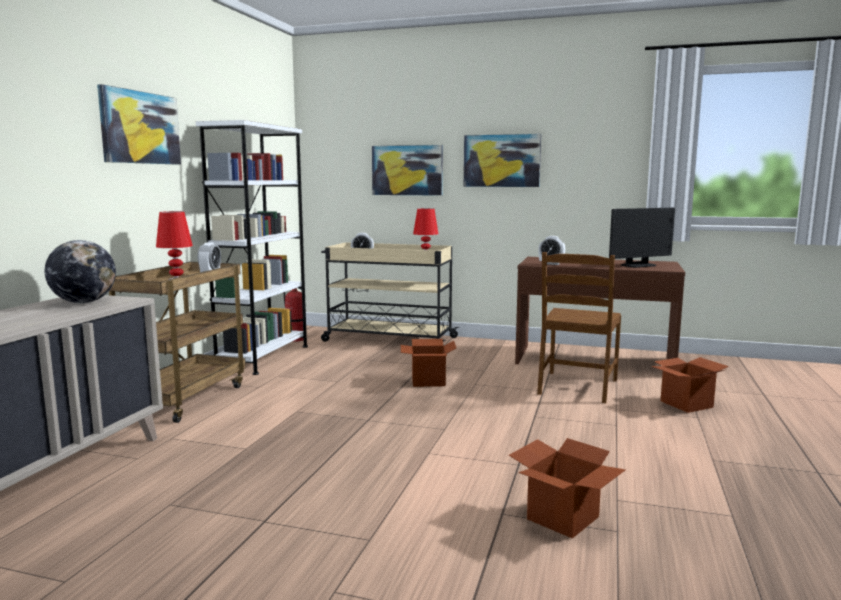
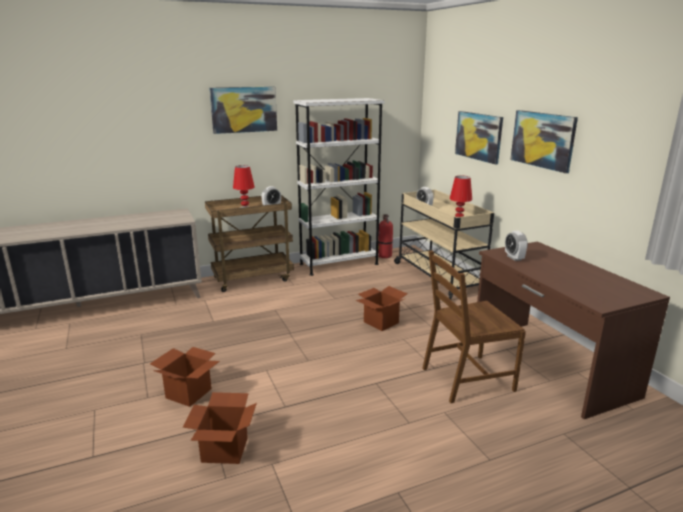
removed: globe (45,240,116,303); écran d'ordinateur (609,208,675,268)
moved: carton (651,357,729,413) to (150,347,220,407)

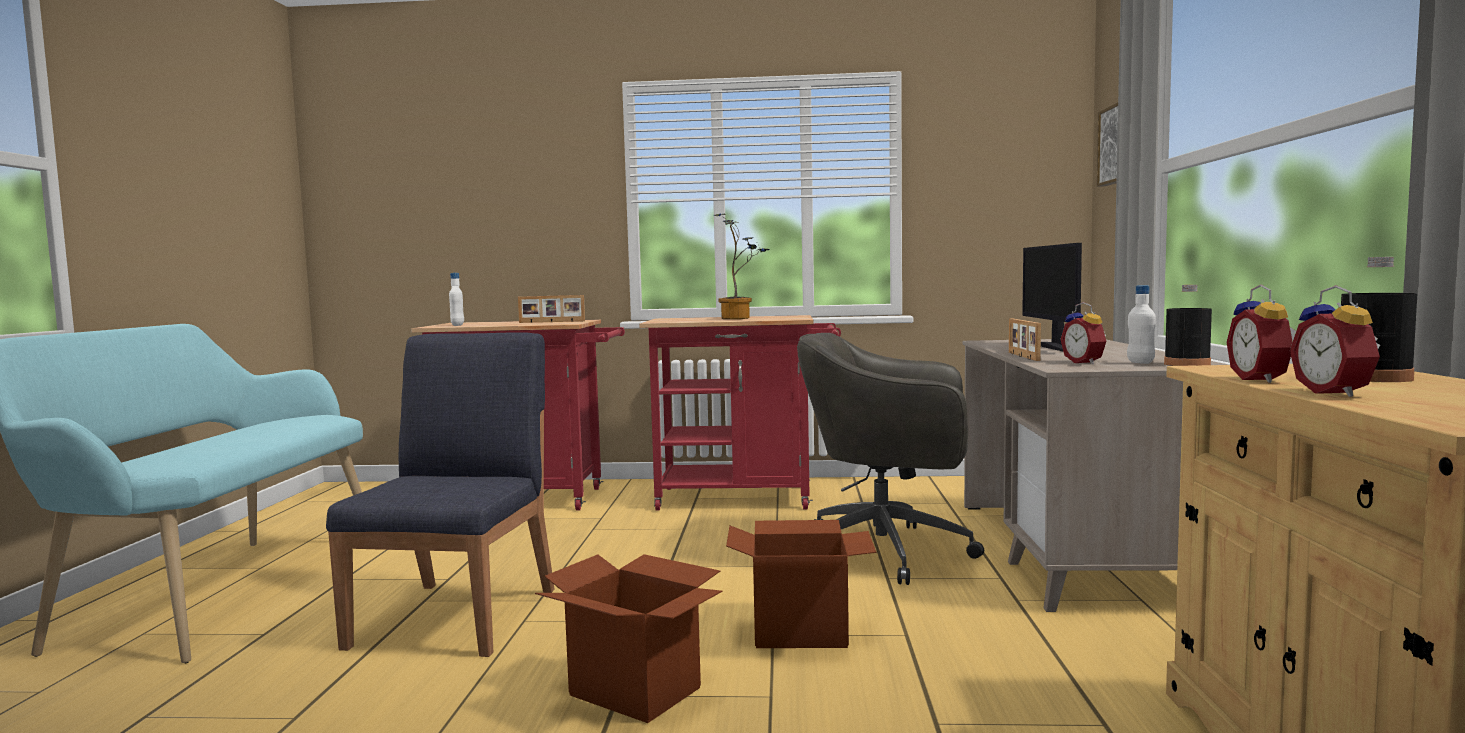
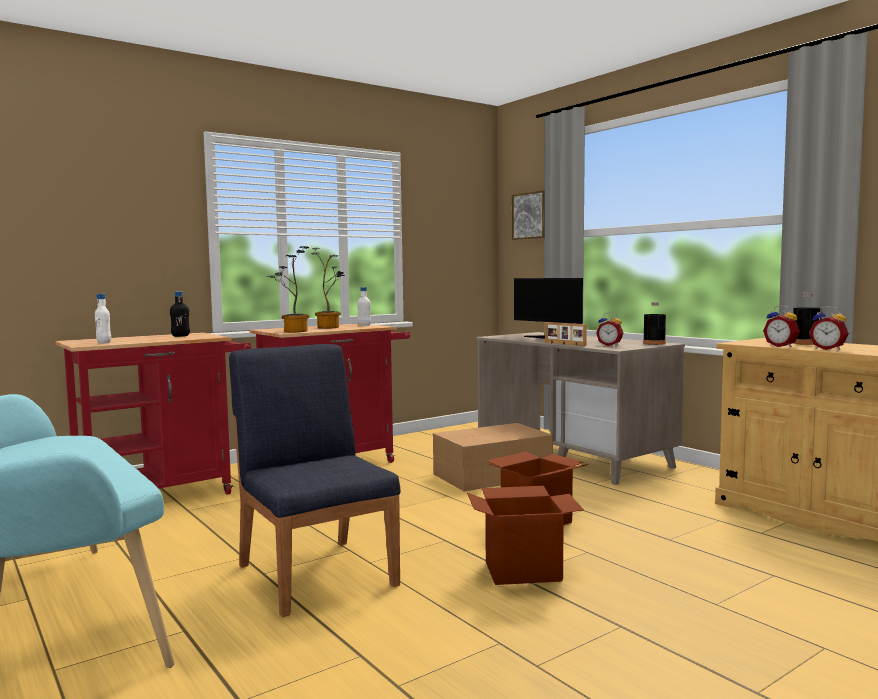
added: plante en pot (266,246,309,332)
moved: bouteille (blanc) (1127,285,1156,364) to (357,287,371,326)
replaced: cadre photo (518,295,585,323) to bouteille (noir) (170,291,190,337); chaise de bureau (gris) (797,333,984,585) to carton (433,423,553,491)

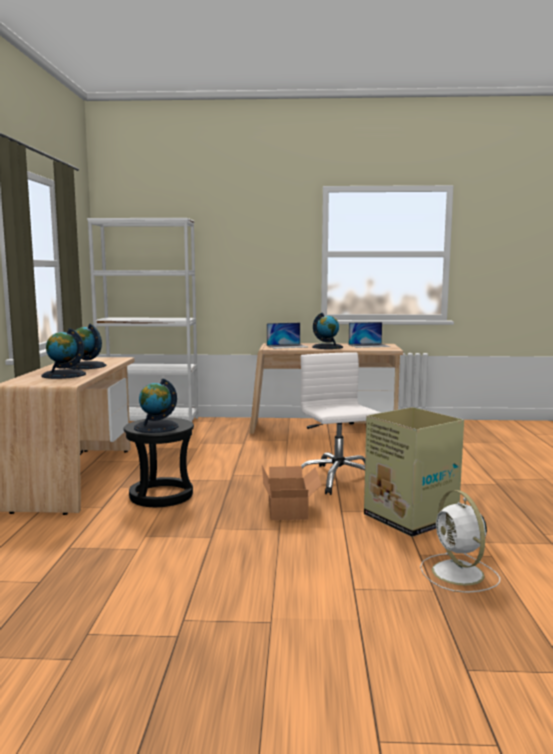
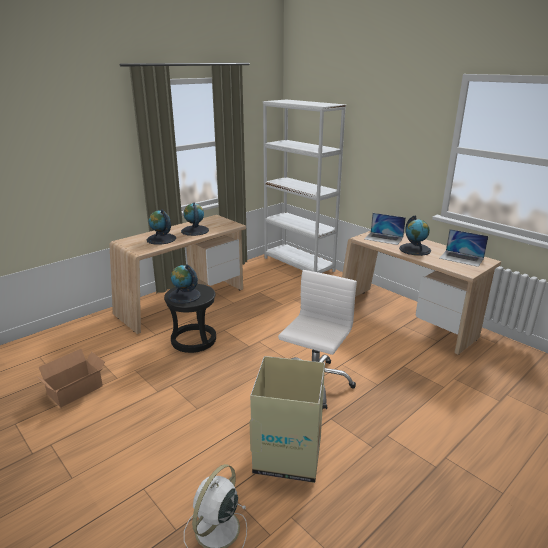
moved: carton (262,465,322,520) to (37,349,105,407)

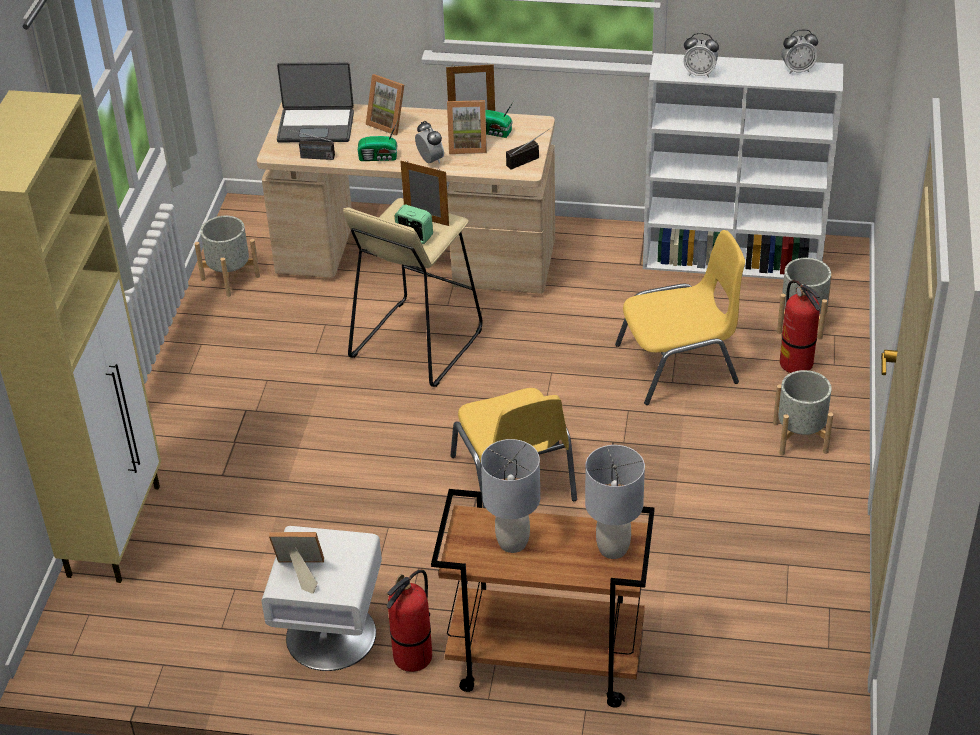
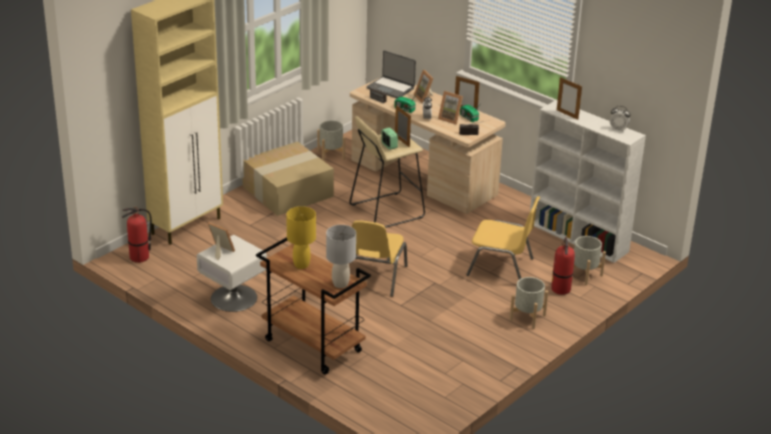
added: carton (242,142,334,216)
moved: extincteur (387,570,432,672) to (122,207,152,263)
replaced: réveil (683,33,719,78) to cadre photo (557,77,582,120)
recoloured: lampe de table (gris) (481,439,540,553) to lampe de table (jaune) (286,206,316,269)

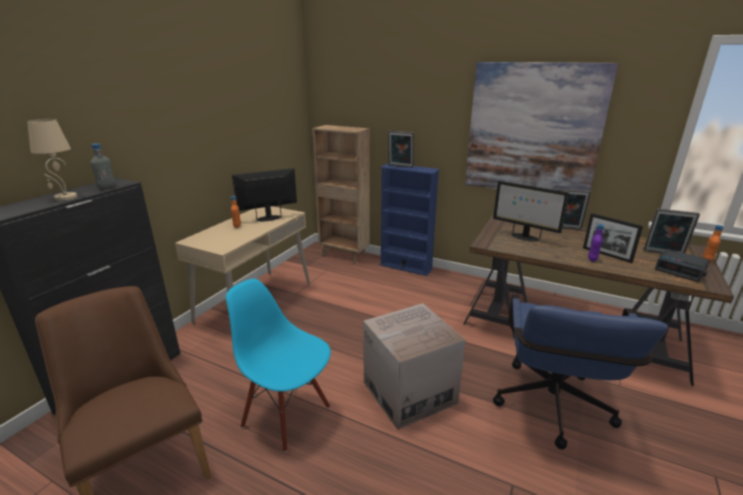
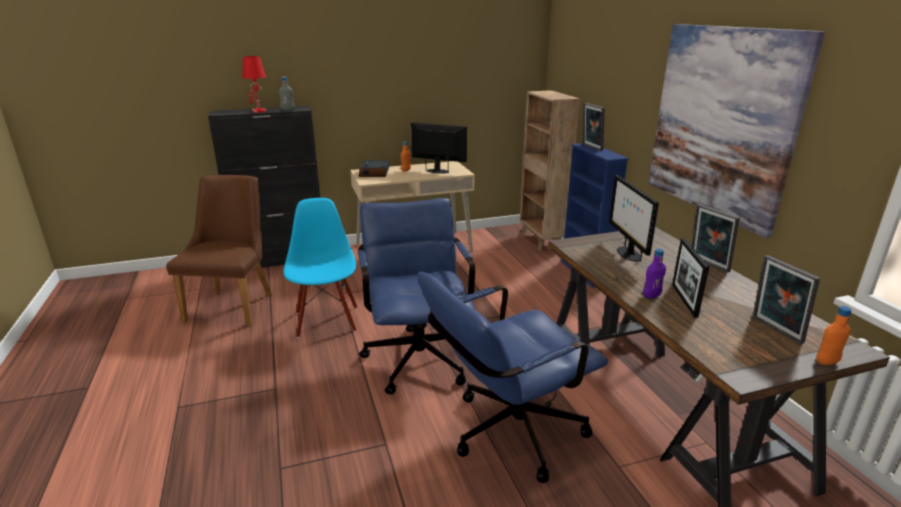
moved: réveil (655,249,710,282) to (359,161,389,177)
replaced: carton (363,303,465,430) to chaise de bureau (bleu) (358,198,475,394)
recoloured: lampe de table (beige) (27,119,77,201) to lampe de table (rouge) (242,56,266,113)

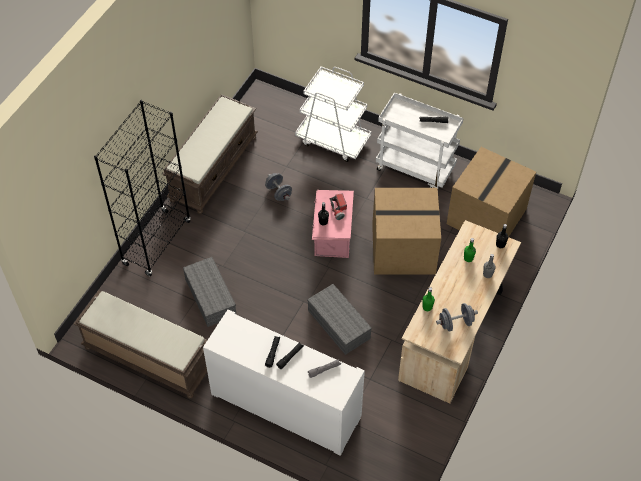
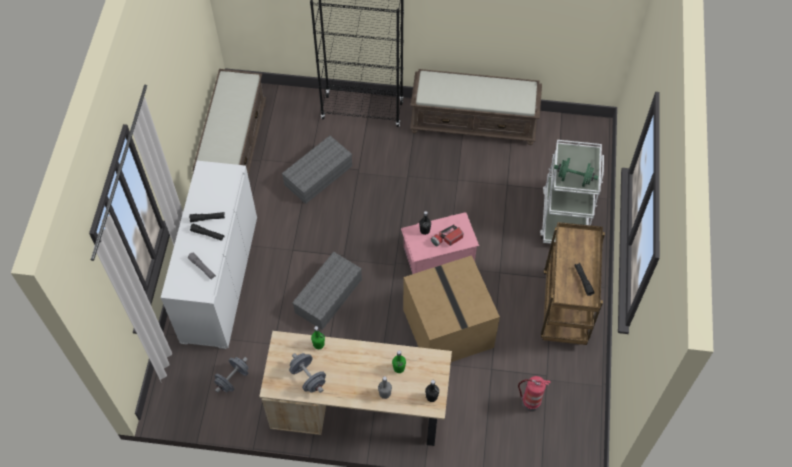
added: haltère (vert) (554,158,598,187)
moved: haltère (gris) (265,173,292,201) to (214,357,249,393)
replaced: carton (447,147,536,237) to extincteur (518,376,551,412)
recoloured: chariot (blanc) (376,92,464,188) to chariot (marron) (541,222,605,345)

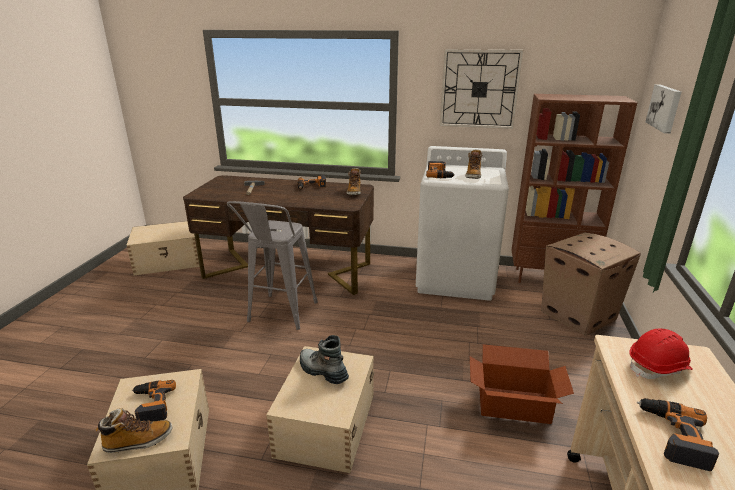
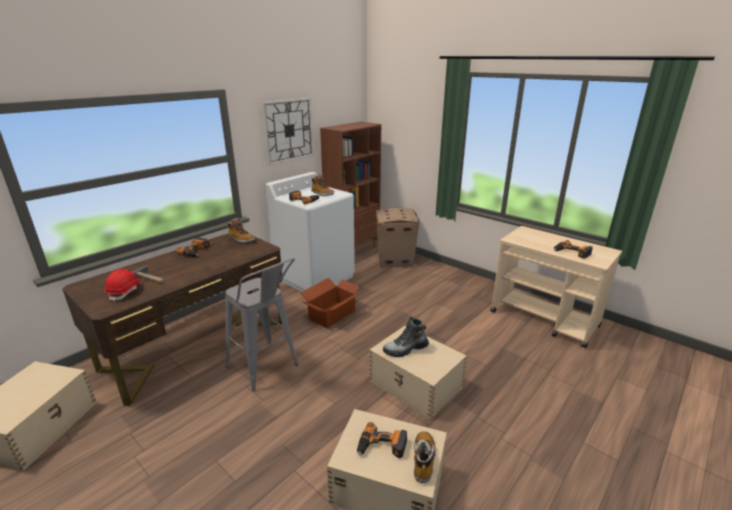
removed: tableau (645,84,681,134)
moved: casque de chantier (rouge) (629,329,692,379) to (105,269,142,302); carton (470,344,574,424) to (300,278,363,328)

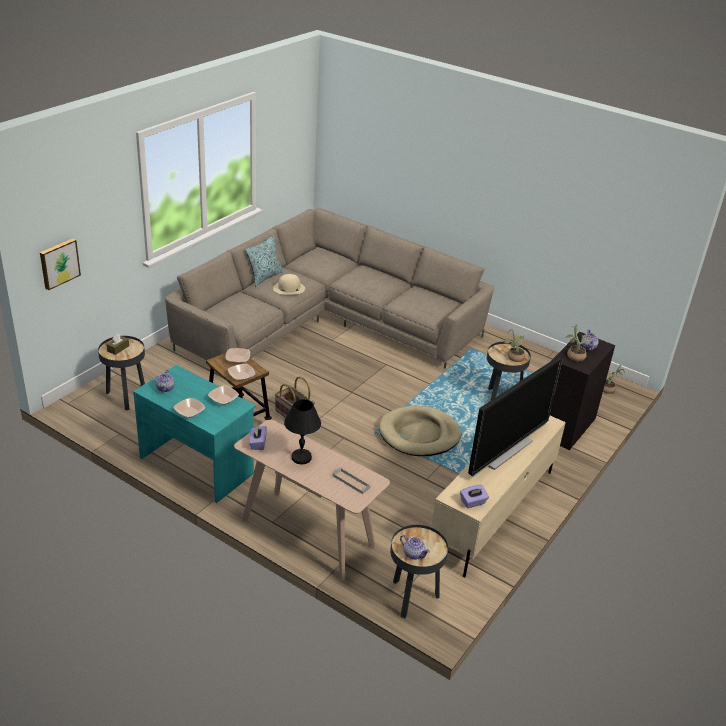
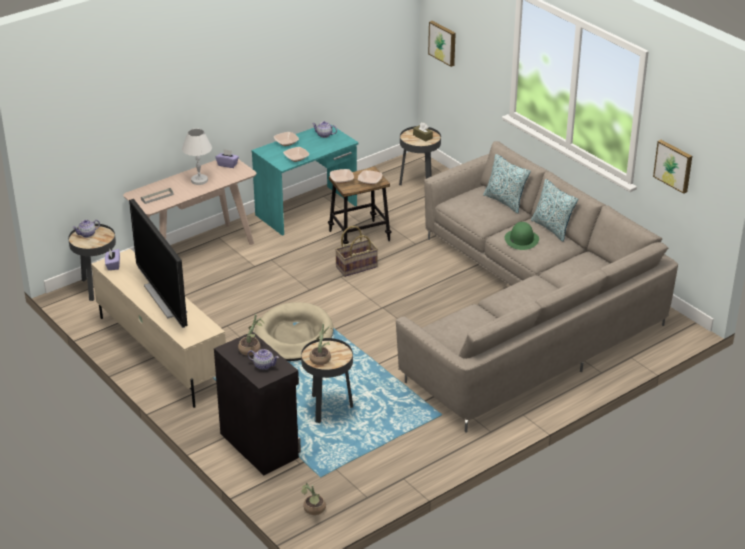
added: coussin (483,154,531,213); tableau (653,140,692,194)
recoloured: lampe de table (noir) (284,399,321,464) to lampe de table (blanc) (182,129,212,185); chapeau (beige) (273,274,305,295) to chapeau (vert) (505,222,539,250)

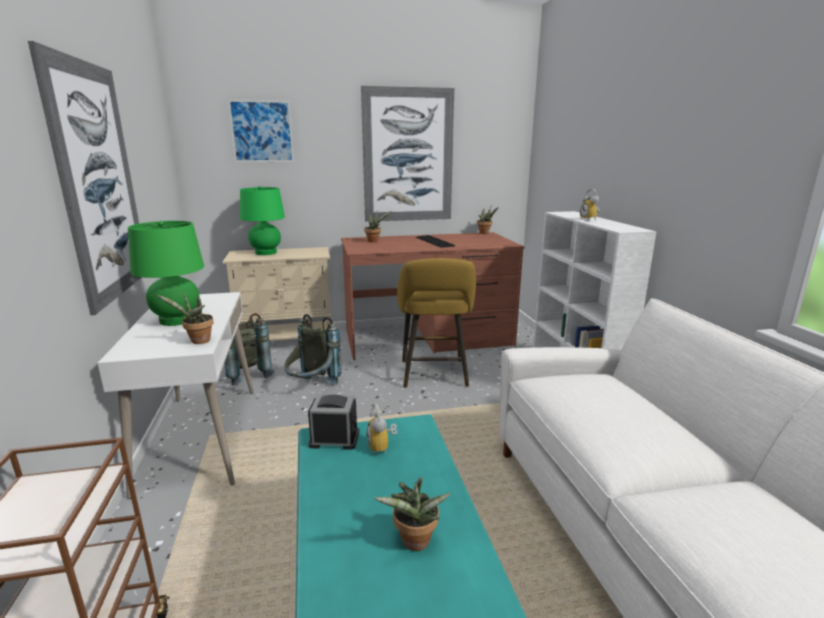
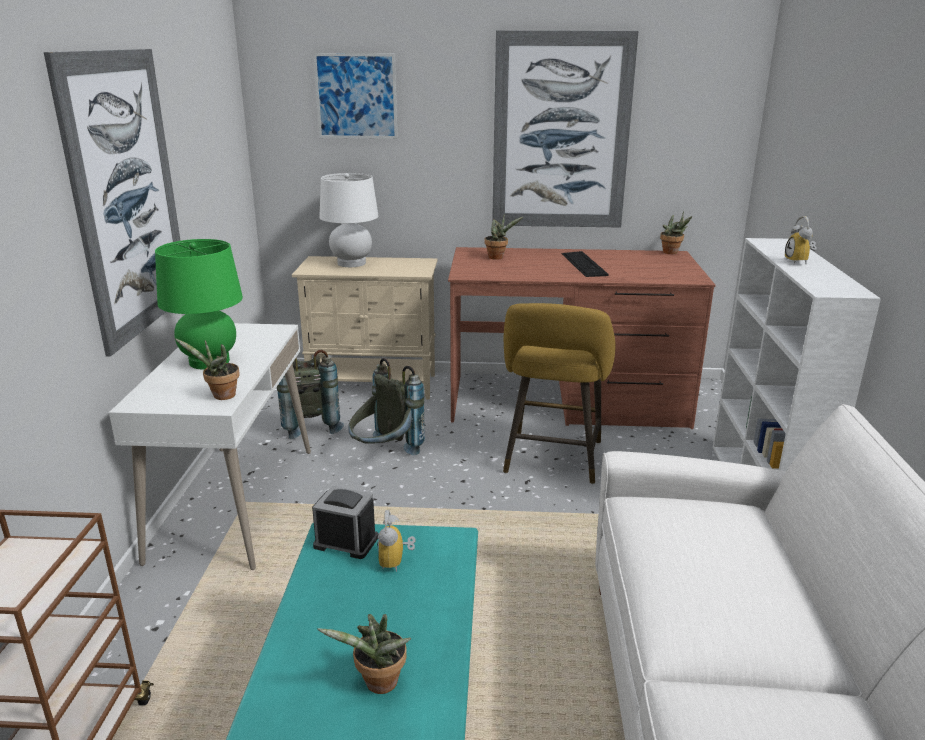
recoloured: lampe de table (vert) (240,186,285,255) to lampe de table (blanc) (319,173,378,267)

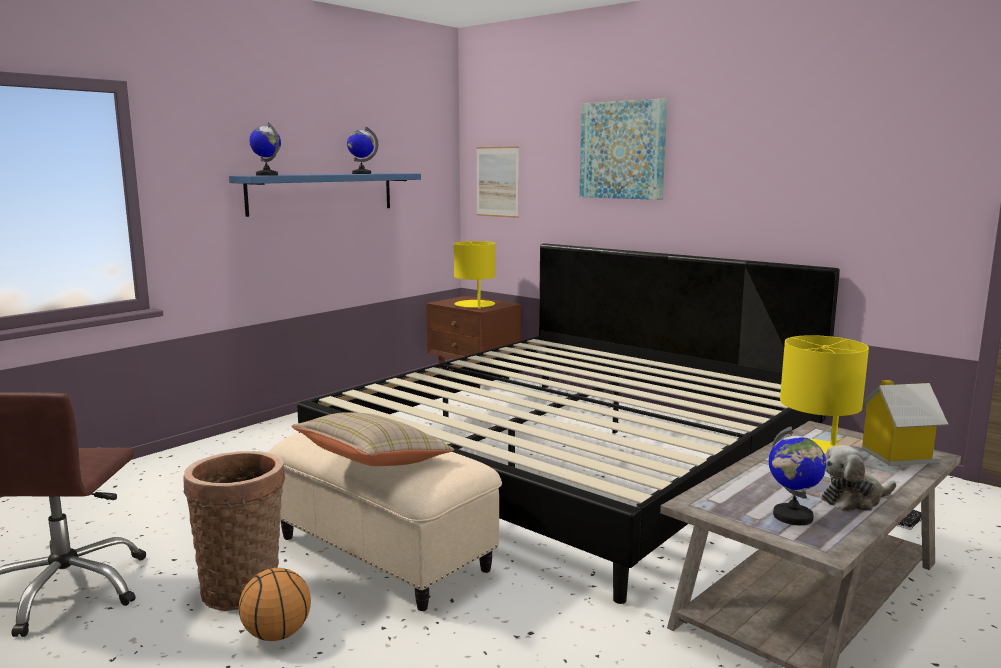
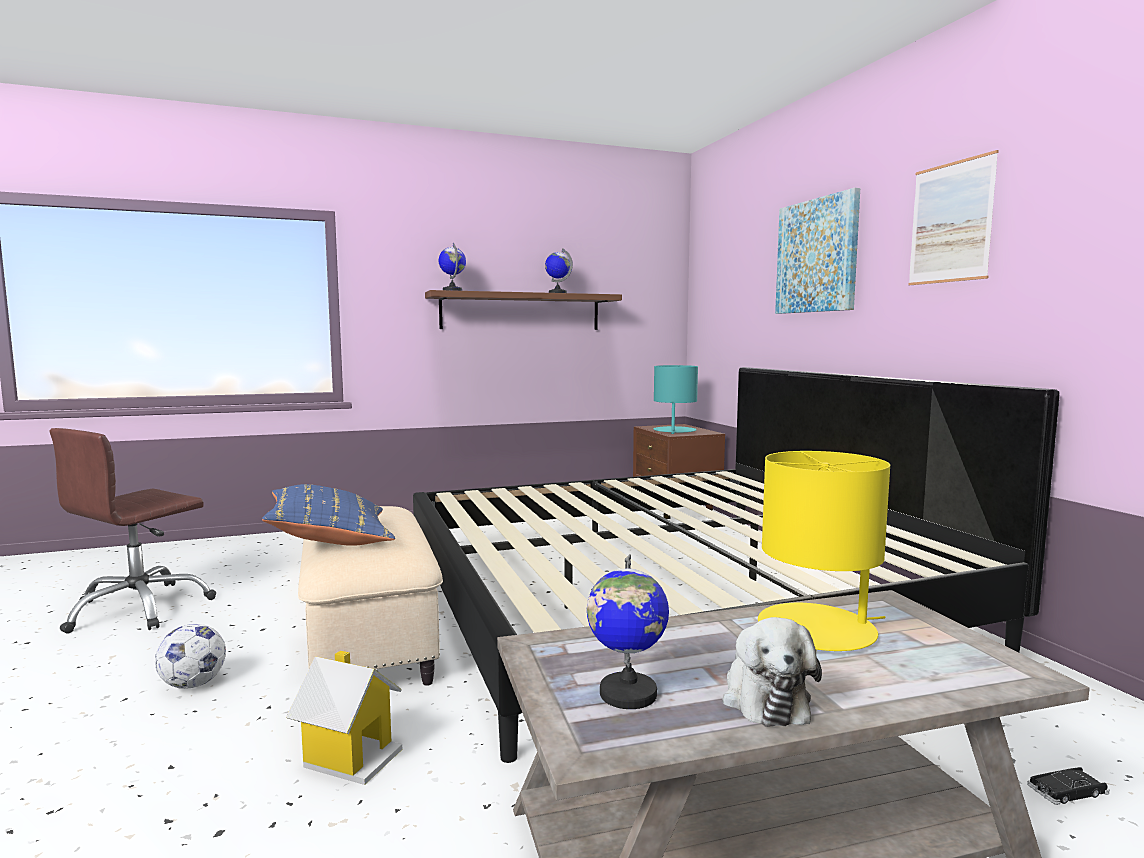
removed: panier (183,451,285,611)
moved: maison miniature (862,380,948,466) to (286,651,402,785); tableau (476,146,519,218) to (908,150,999,285)
replaced: ballon de basket (239,568,311,641) to ballon de foot (155,624,226,689)
recoloured: coussin (beige) (291,412,454,466) to coussin (bleu) (262,484,395,546); étagère (bleu) (229,173,421,217) to étagère (marron) (425,290,622,330); lampe de table (jaune) (454,241,495,309) to lampe de table (turquoise) (654,365,698,434)
turned: peluche (822,445,896,511) = (722,617,822,727) 105 degrees counterclockwise

